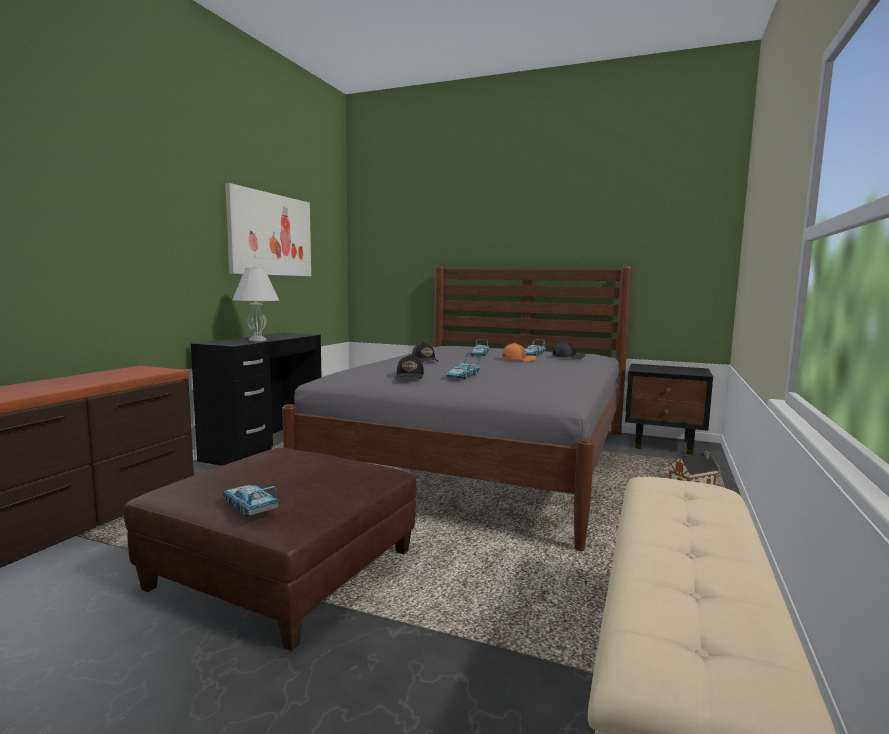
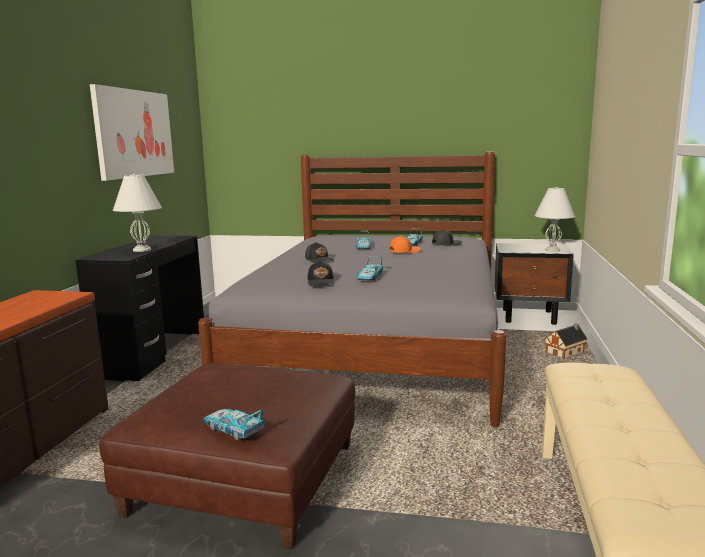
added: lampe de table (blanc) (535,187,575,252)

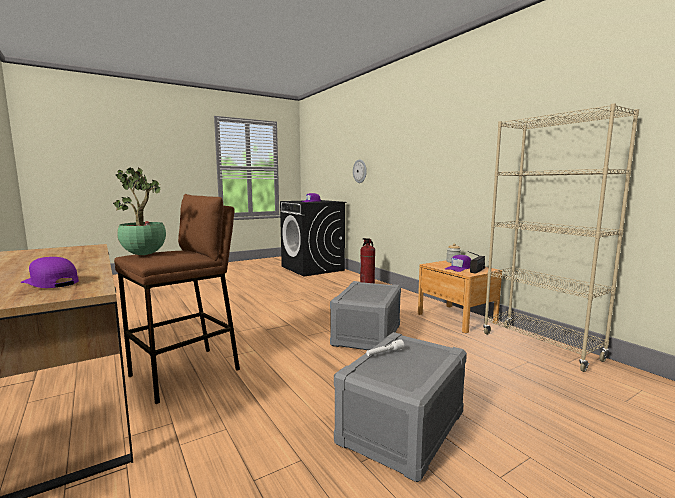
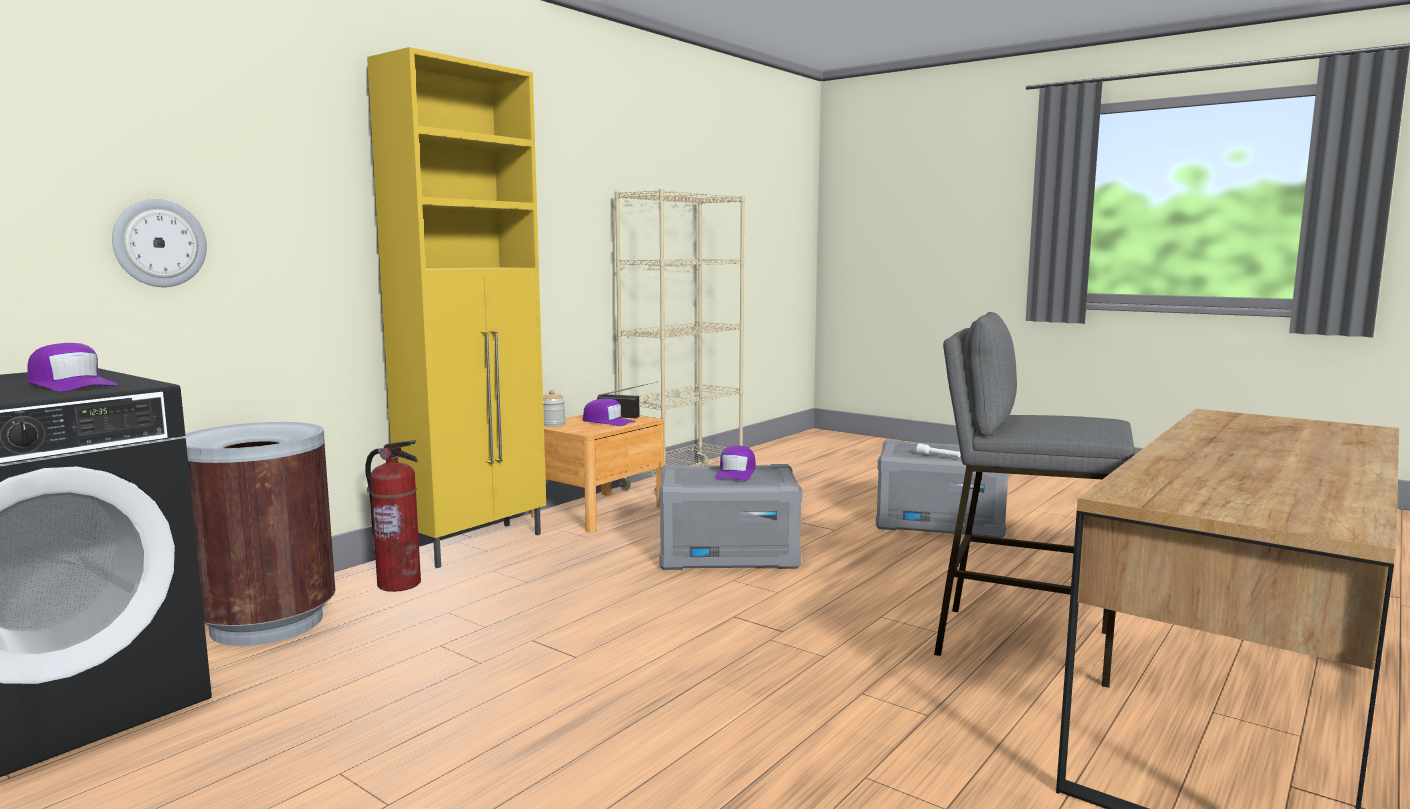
removed: plante en pot (113,167,166,255)
added: poubelle (marron) (181,422,336,646); meuble de rangement (jaune) (367,47,546,568)
moved: casquette (violet) (20,257,79,288) to (715,446,756,481)
recoloured: tabouret (marron) (114,194,240,404) to tabouret (gris) (934,312,1134,688)

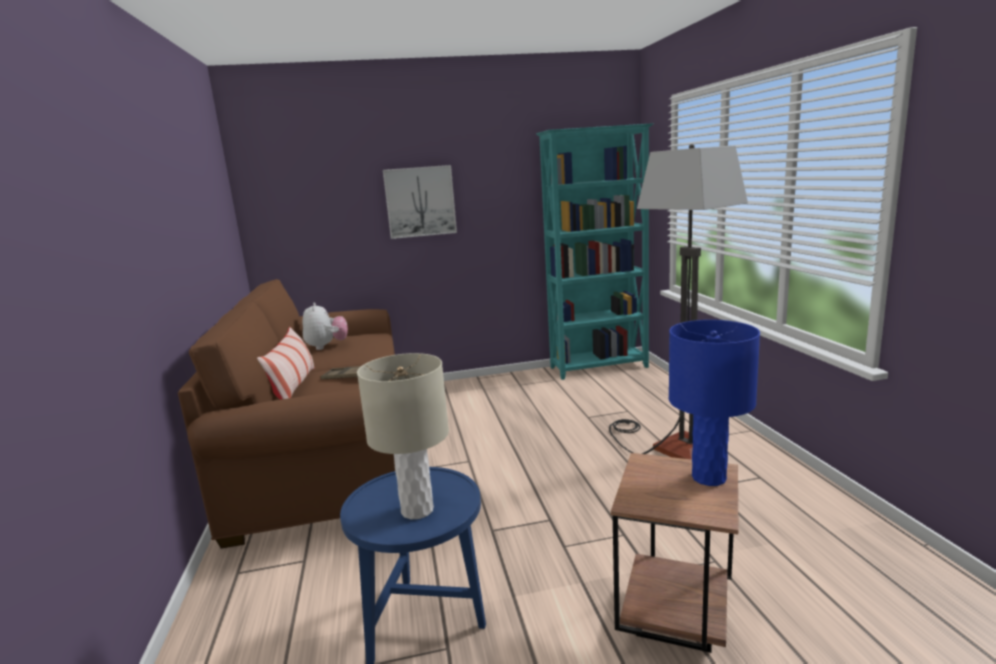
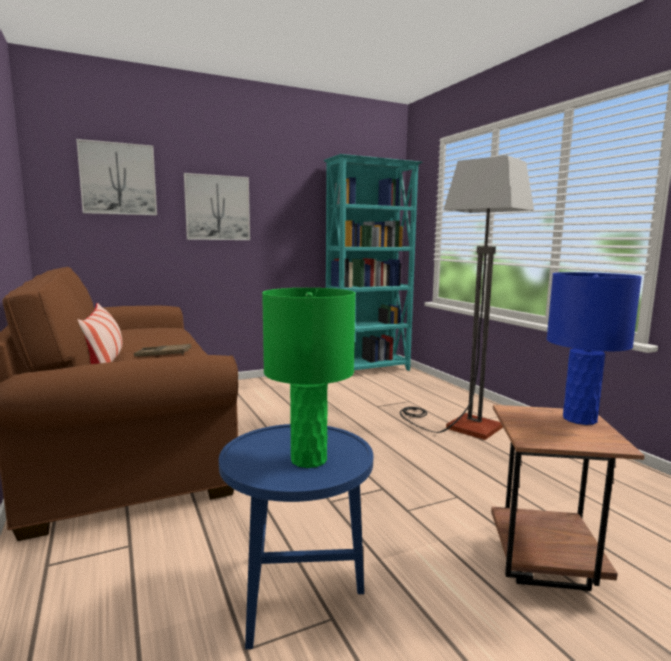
removed: peluche (302,302,348,350)
added: tableau (76,139,157,216)
recoloured: lampe de table (beige) (357,353,449,520) to lampe de table (vert) (262,288,356,468)

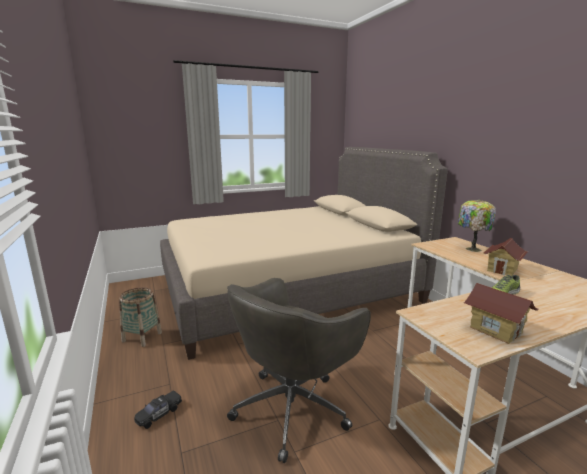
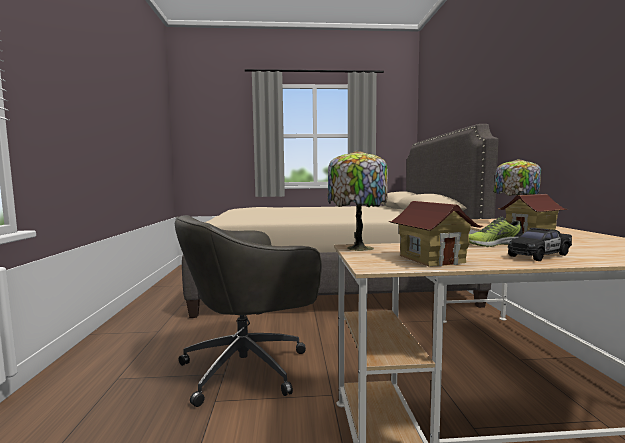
removed: panier (119,287,162,347)
added: lampe de table (328,150,388,251)
moved: petite voiture (noir) (134,391,182,429) to (508,228,572,261)

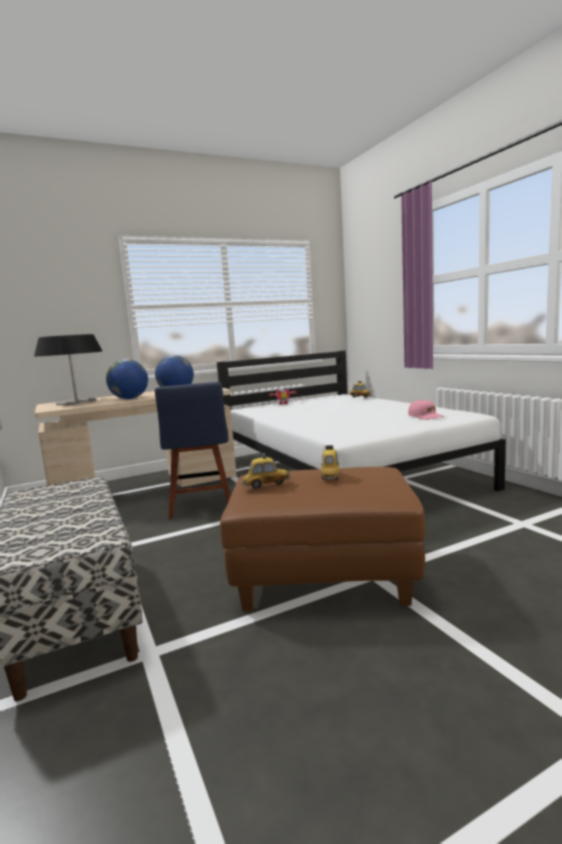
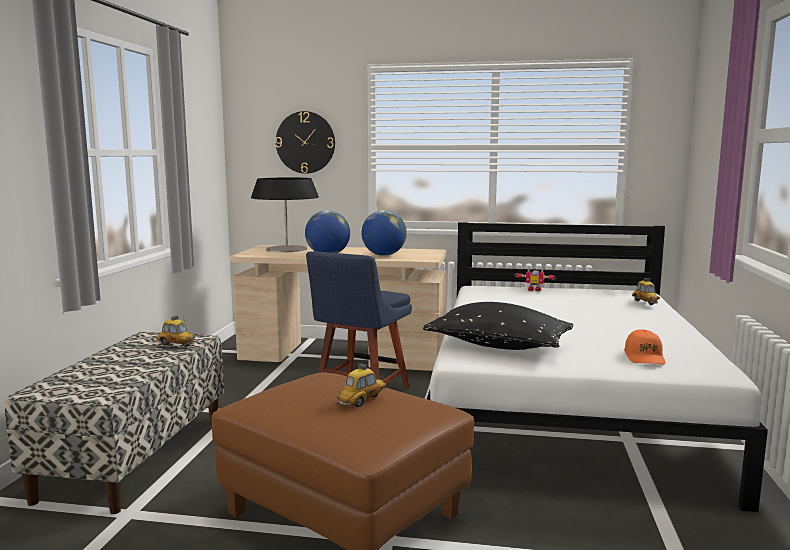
added: horloge murale (275,111,335,174); coussin (noir) (423,302,574,350)
moved: petite voiture (241,453,291,489) to (156,316,195,347)
recoloured: casquette (rose) (408,400,444,420) to casquette (orange) (624,330,666,364)

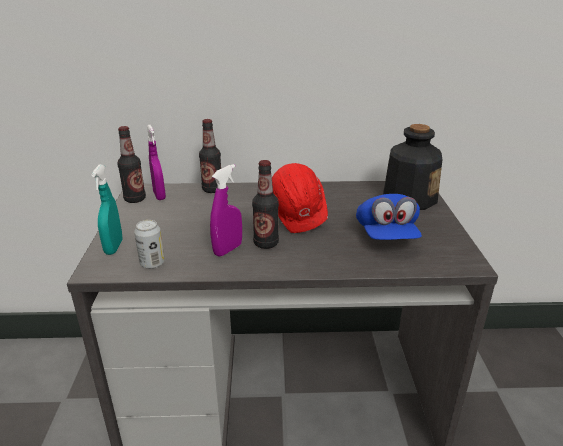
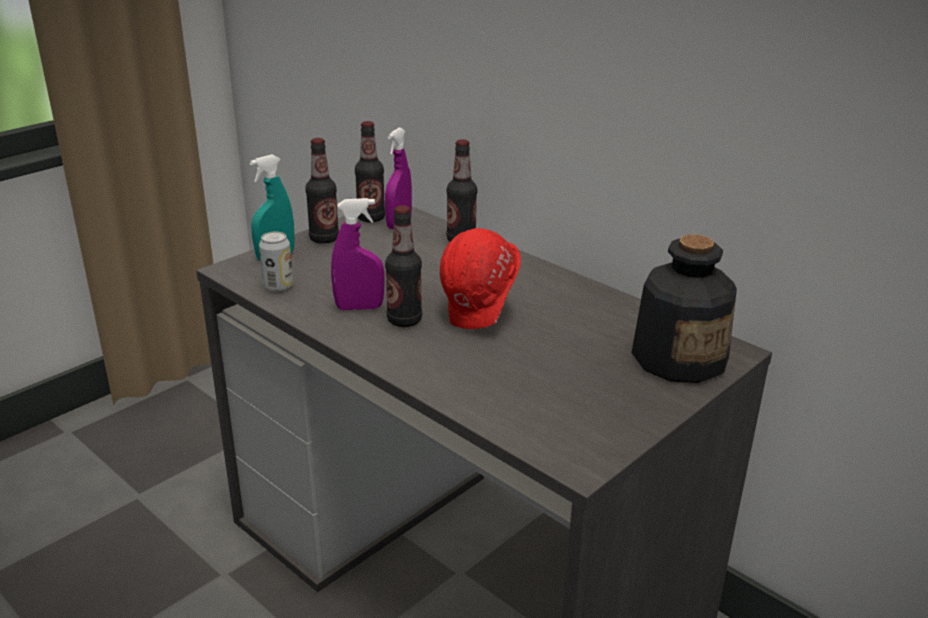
removed: casquette (bleu) (356,194,422,240)
added: bouteille (305,138,339,244)

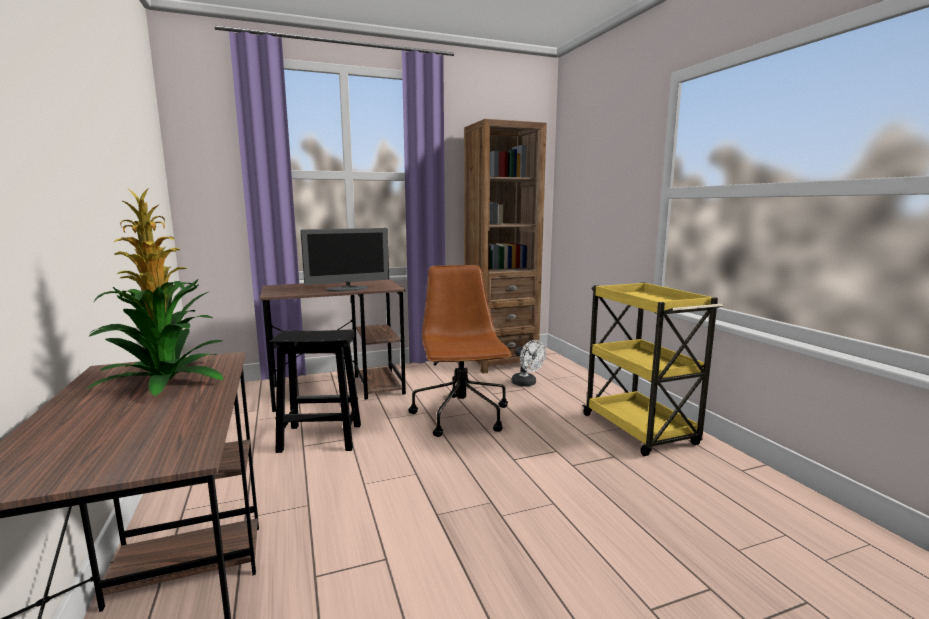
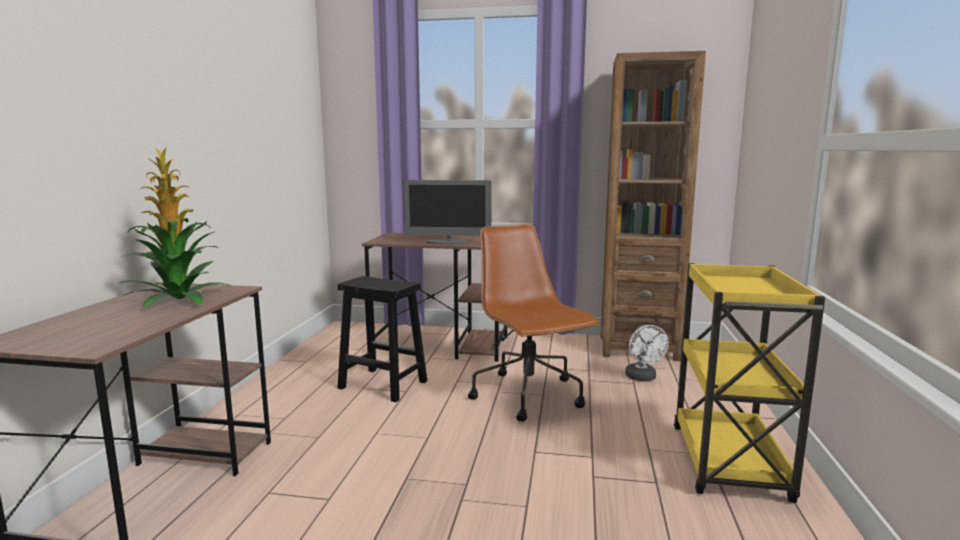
turned: chaise de bureau (marron) (408,265,512,437) = (468,224,600,422) 45 degrees counterclockwise

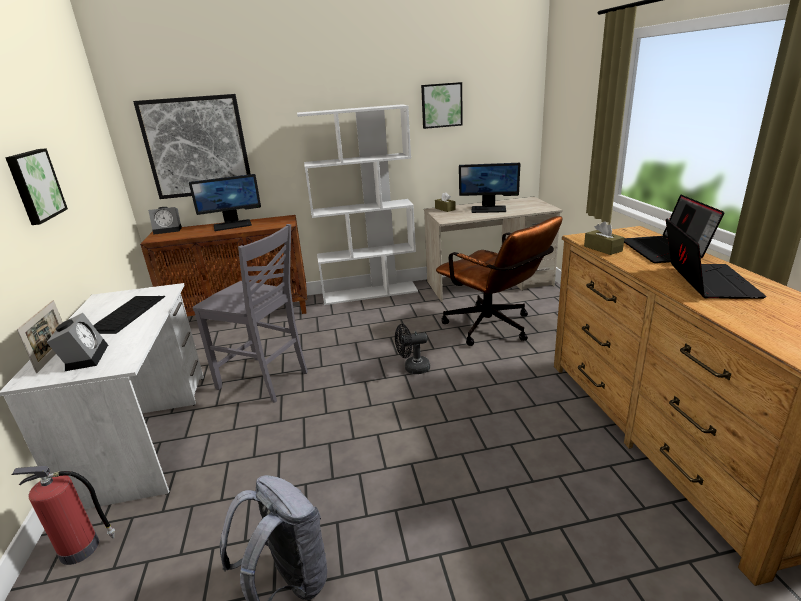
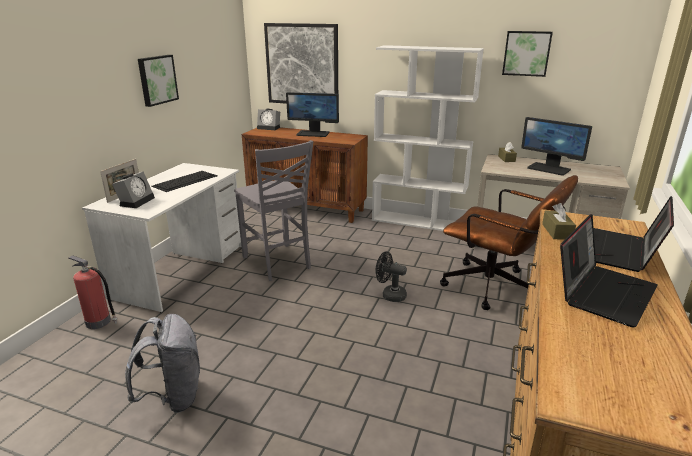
turned: chaise de bureau (marron) (436,216,562,346) = (440,175,578,310) 45 degrees counterclockwise

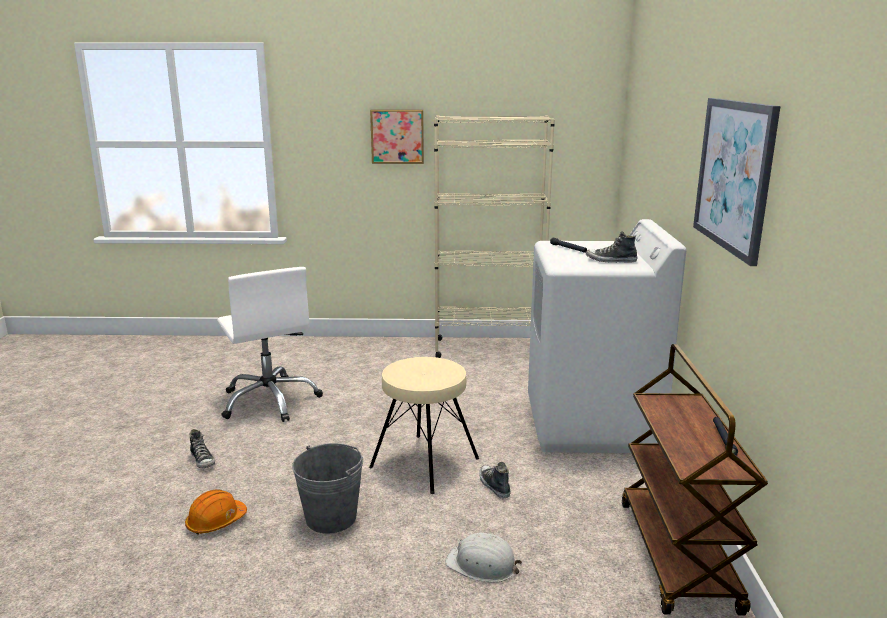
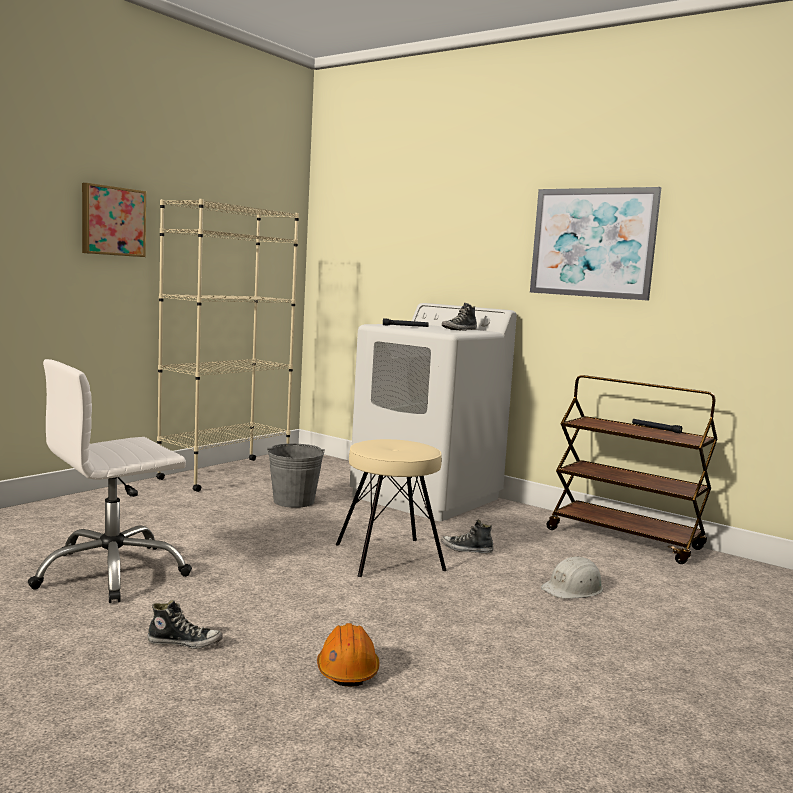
moved: seau (gris) (292,443,363,534) to (267,443,325,508)
turned: chaise de bureau (blanc) (217,267,323,422) = (28,359,192,603) 135 degrees clockwise

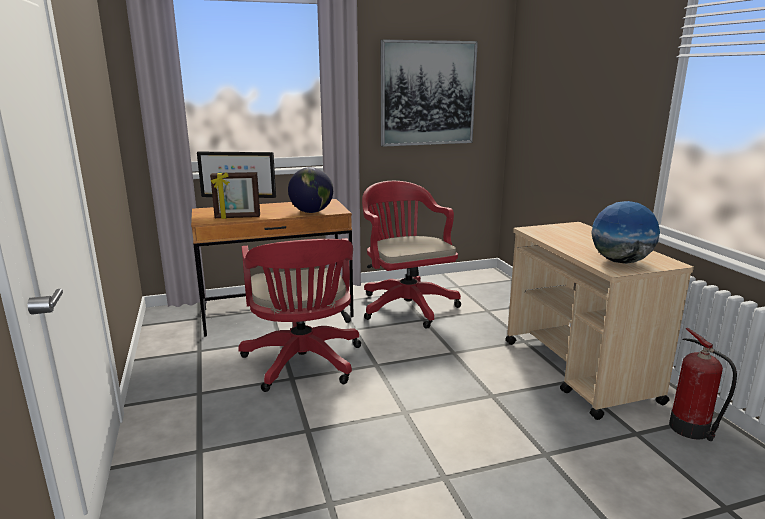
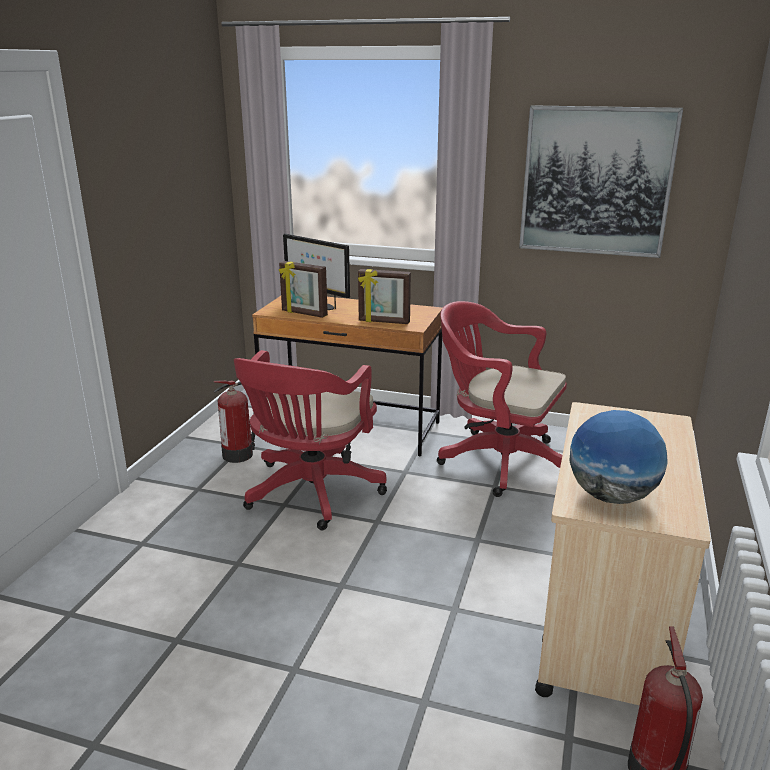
added: extincteur (213,380,255,463)
replaced: globe (288,167,333,213) to cadre photo (358,269,411,324)
turned: chaise de bureau (rouge) (362,181,461,329) = (437,301,567,497) 75 degrees counterclockwise

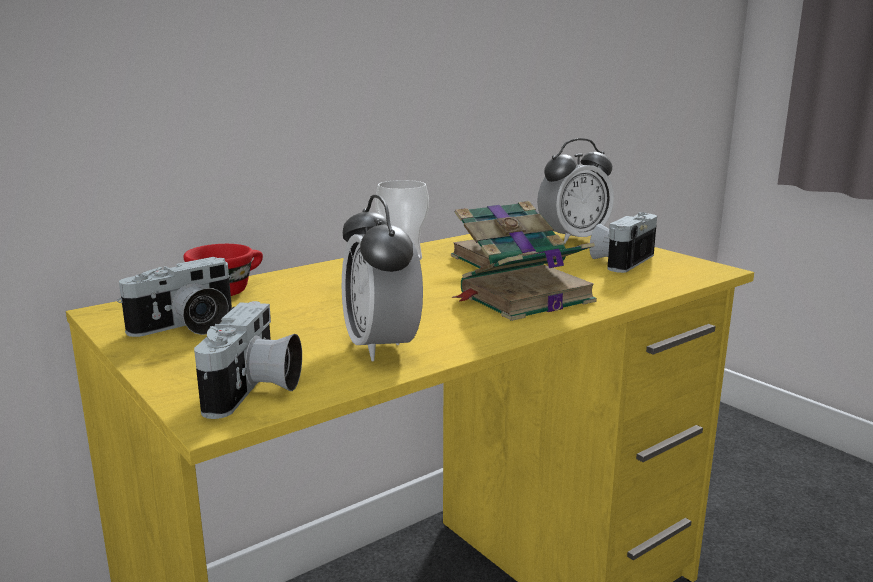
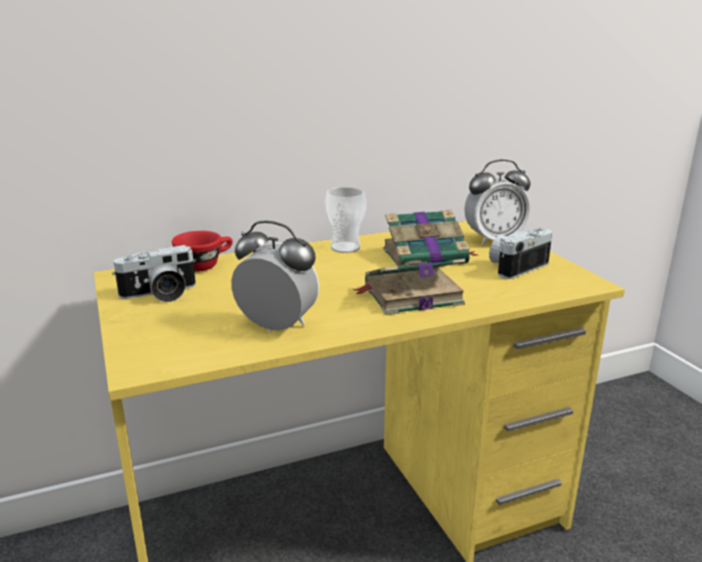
removed: appareil photo (194,301,302,419)
turned: réveil (342,195,423,361) = (231,221,319,332) 120 degrees clockwise

